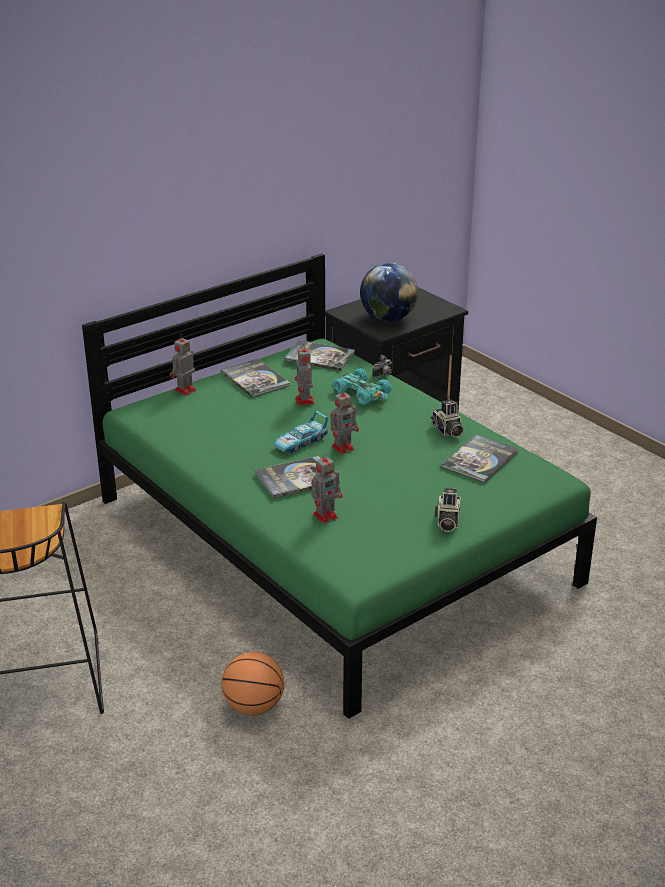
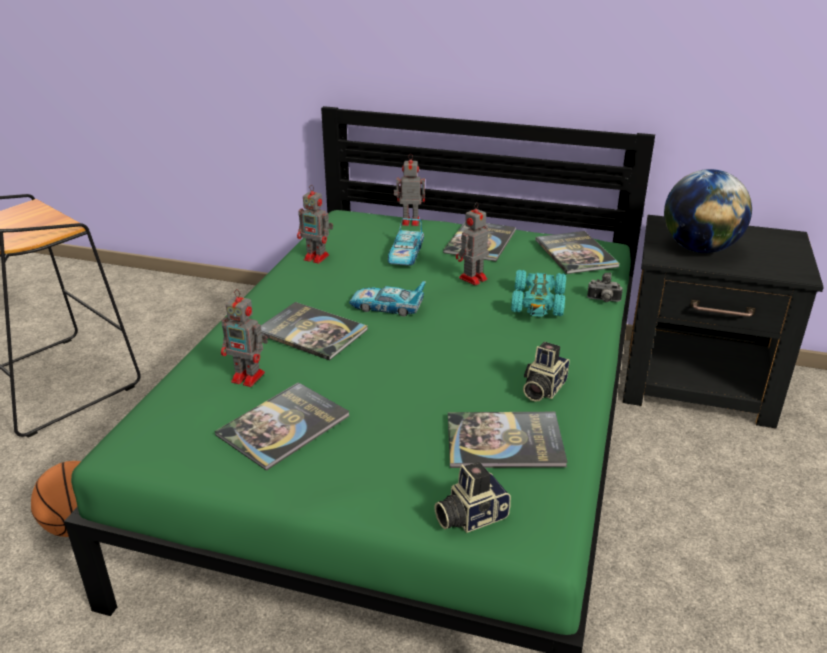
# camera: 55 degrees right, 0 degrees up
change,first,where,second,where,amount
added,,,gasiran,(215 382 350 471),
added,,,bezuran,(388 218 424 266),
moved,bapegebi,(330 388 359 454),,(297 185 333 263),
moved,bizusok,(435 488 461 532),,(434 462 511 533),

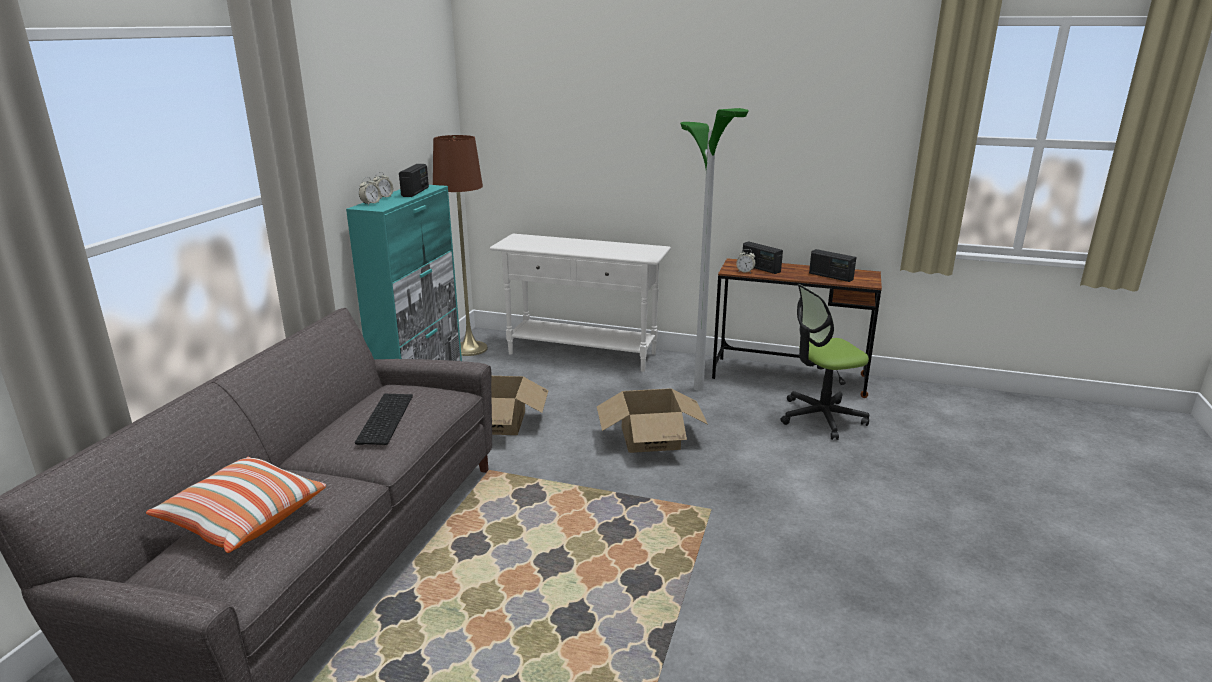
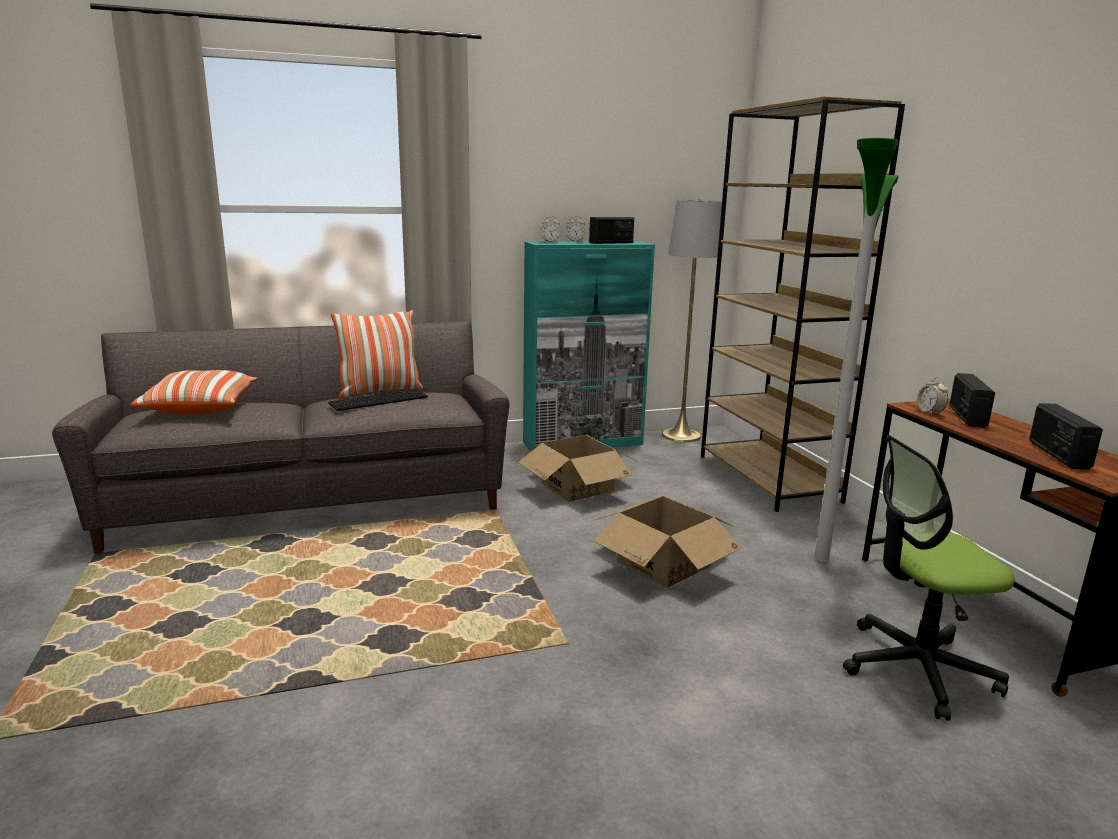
# camera: 55 degrees right, 5 degrees down
change,first,where,second,where,amount
added,,,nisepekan,(331 310 423 398),
replaced,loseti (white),(490 234 671 372),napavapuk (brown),(701 96 905 512),
recoloured,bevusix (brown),(433 135 488 356),bevusix (grey),(662 199 722 442),
turned,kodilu,(780 284 869 440),,(843 435 1015 721),45 degrees counterclockwise

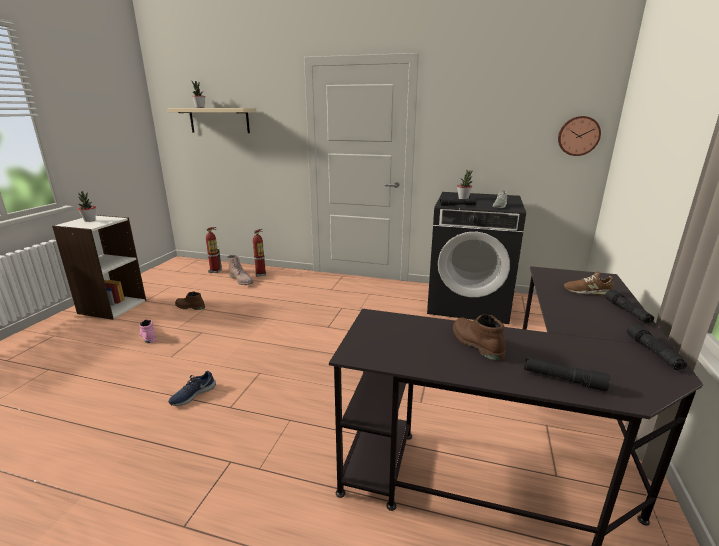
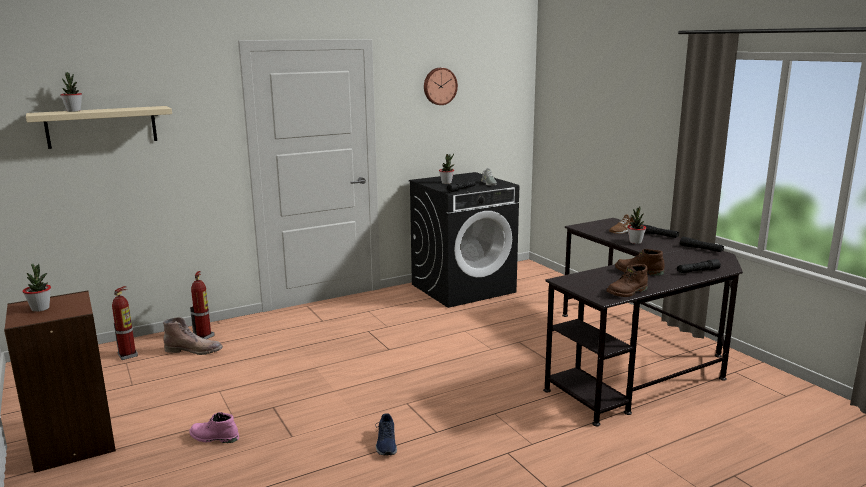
# camera: 45 degrees left, 5 degrees down
change,first,where,second,where,amount
added,,,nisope,(627 207 646 244),
moved,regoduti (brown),(175 292 205 310),,(606 264 648 297),
moved,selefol,(558 116 601 156),,(424 68 458 105),
recoloured,napavapuk (white),(52 215 146 320),napavapuk (brown),(4 291 116 473),

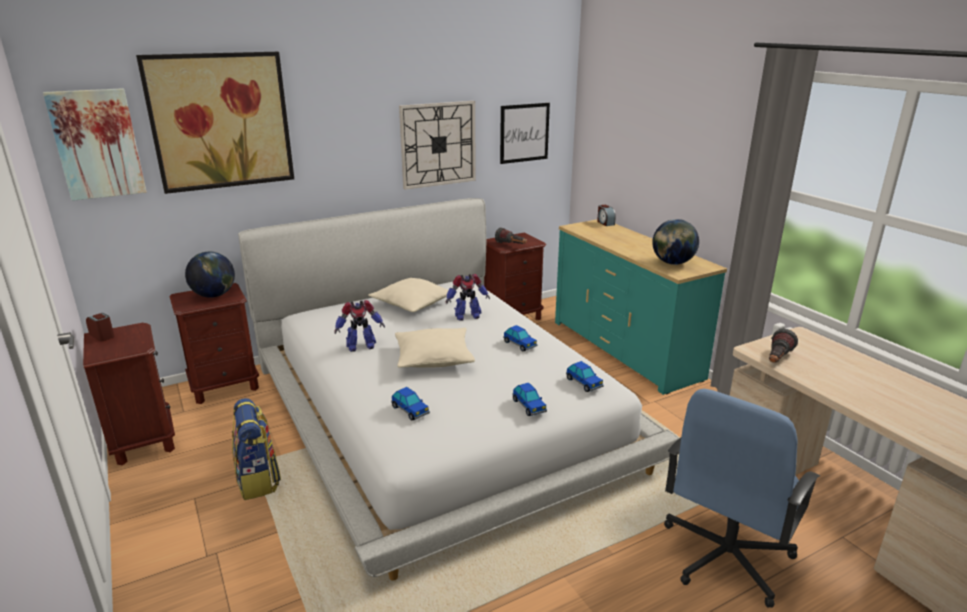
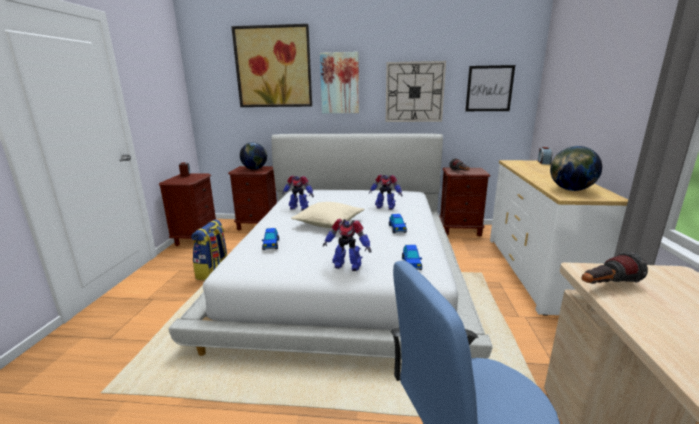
# camera: 35 degrees right, 5 degrees down
change,first,where,second,where,amount
removed,nisepekan (beige),(368 278 449 312),,,
moved,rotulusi,(43 88 146 201),,(320 52 359 114),
replaced,bezuran,(513 383 547 416),bapegebi,(323 219 371 271),
recoloured,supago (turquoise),(555 220 727 395),supago (white),(490 160 628 316),

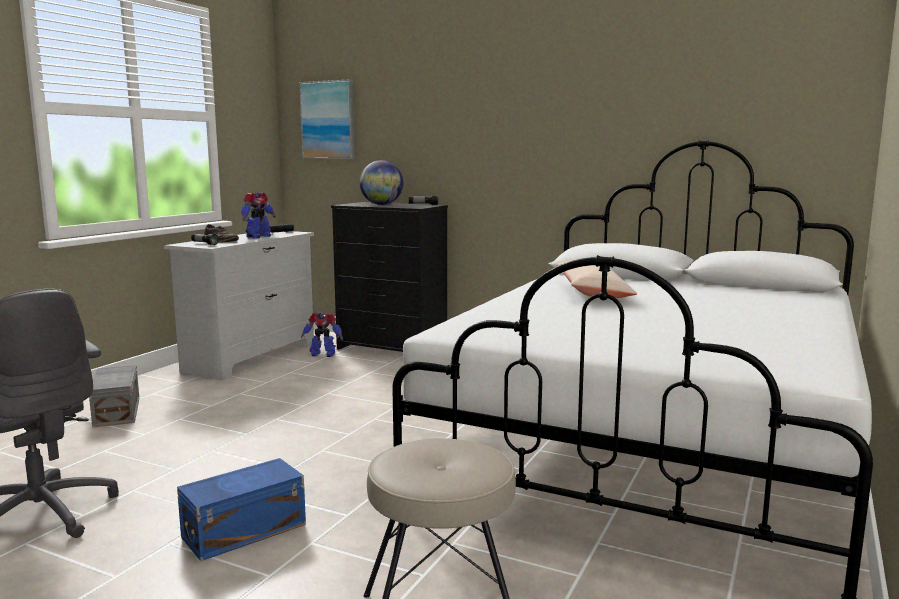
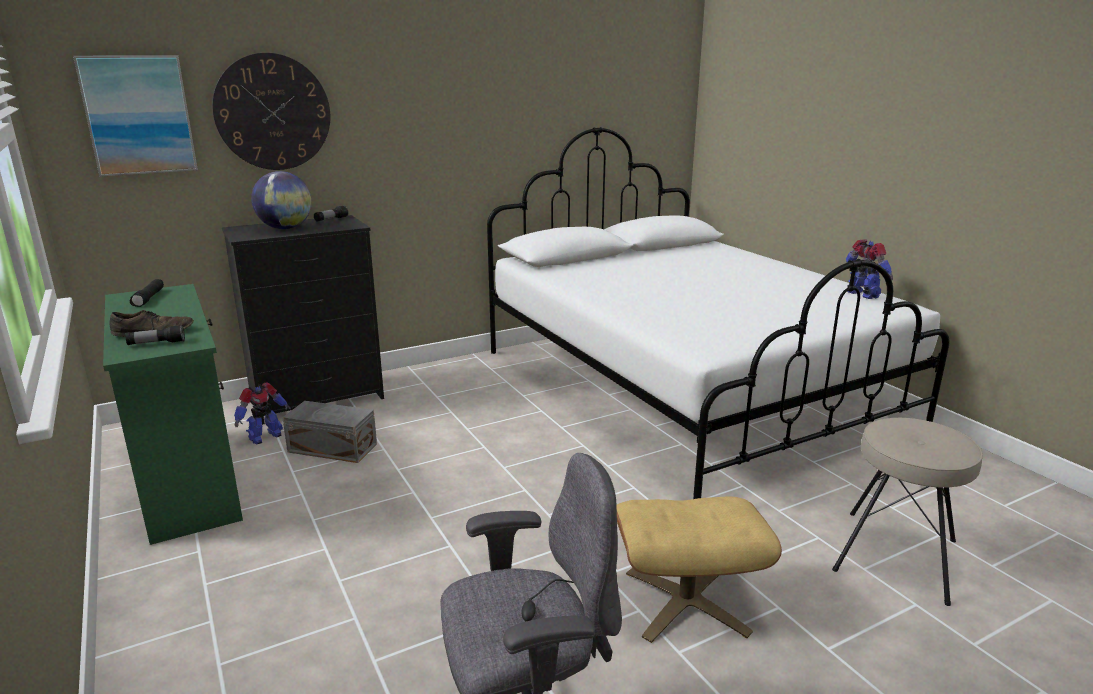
# camera: 55 degrees left, 10 degrees up
change,first,where,second,where,amount
removed,nisepekan (beige),(556 260 637 298),,,
added,,,selefol,(212 53 330 170),
moved,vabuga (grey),(89 365 139 428),,(282 401 377 463),
moved,bapegebi,(241 192 276 238),,(846 239 893 299),
replaced,vabuga (blue),(177 458 306 561),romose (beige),(616 496 782 643),
recoloured,supago (white),(164 231 314 380),supago (green),(103 284 243 545),

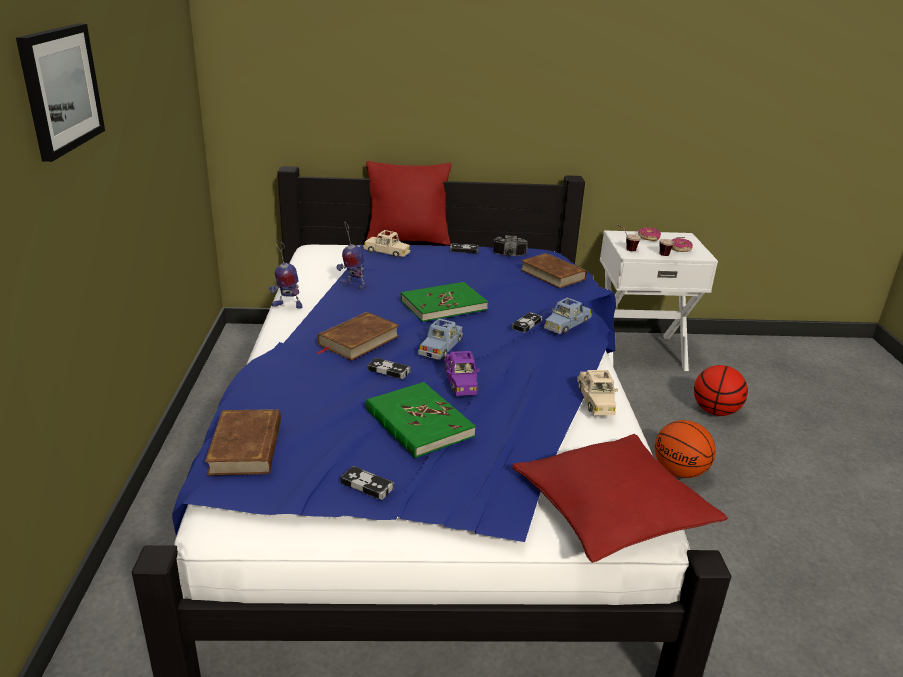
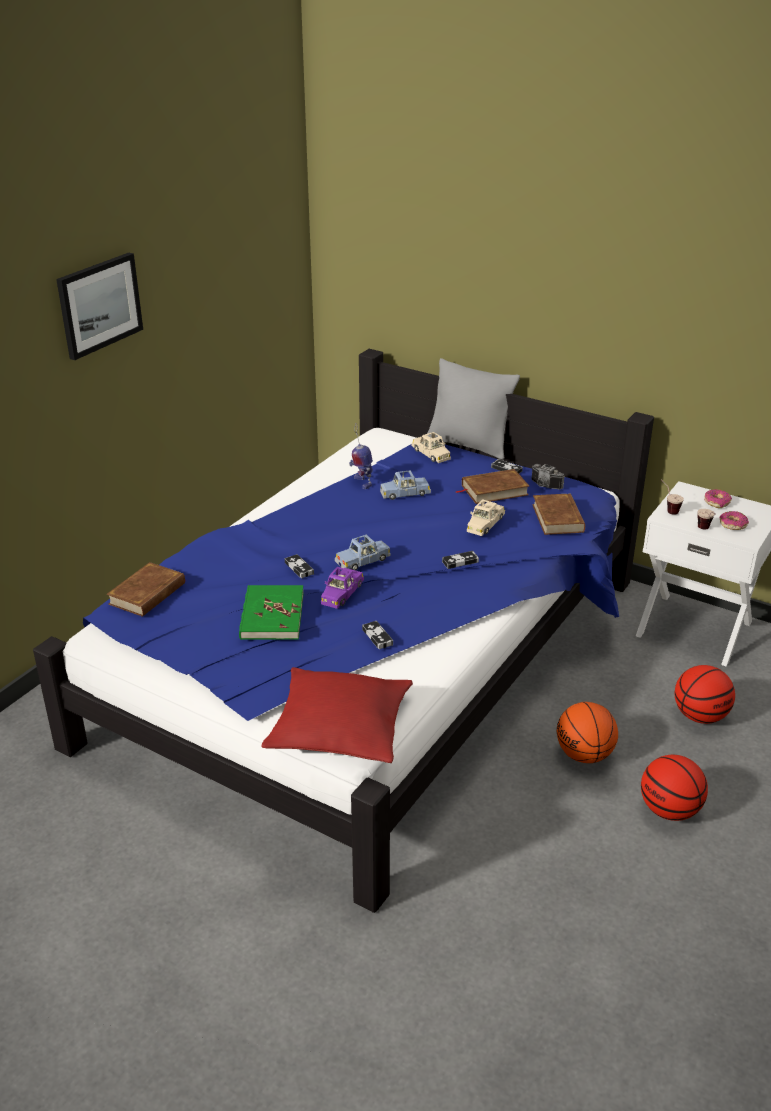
# camera: 35 degrees right, 5 degrees up
change,first,where,second,where,amount
removed,bapegebi,(269 240 302 309),,,
removed,gasiran (green),(401 282 488 322),,,
added,,,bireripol,(641 755 708 821),
moved,gasiran (brown),(317 312 400 361),,(455 469 529 504),
moved,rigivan,(341 466 394 500),,(362 621 393 649),
moved,bezuran (blue),(544 297 592 334),,(380 470 431 500),
moved,bezuran (beige),(577 370 618 415),,(467 499 505 536),
recoloured,nisepekan (red),(366 161 452 245),nisepekan (grey),(427 358 520 460),

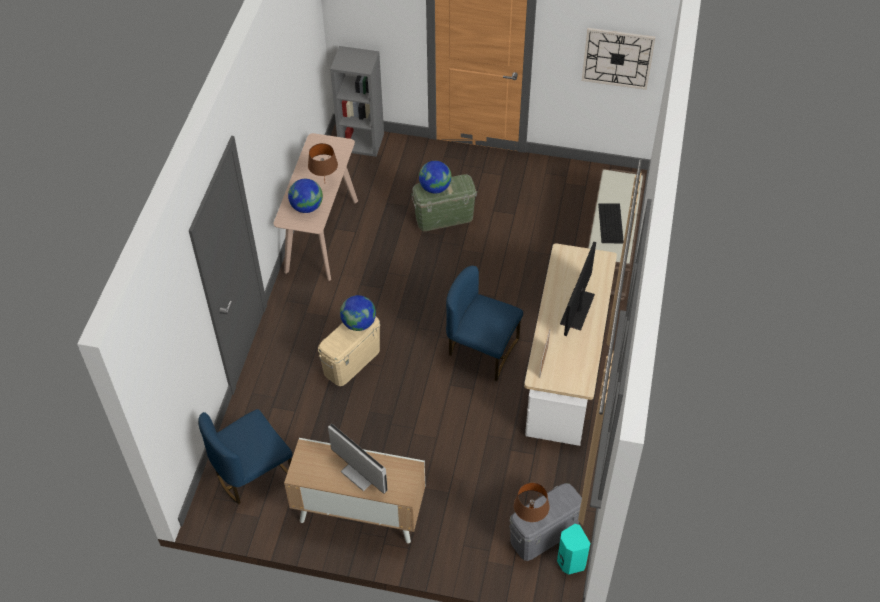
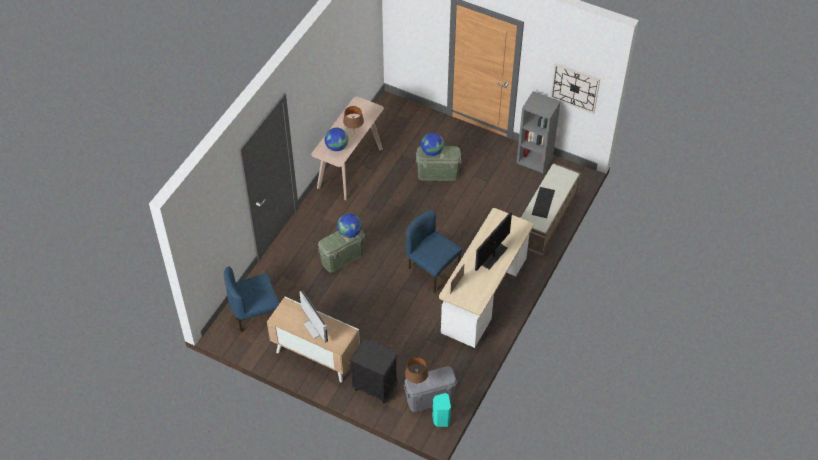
# camera: 15 degrees right, 0 degrees up
change,first,where,second,where,amount
added,,,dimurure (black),(350 339 398 403),
moved,napavapuk (grey),(330 46 384 157),,(517 91 561 173),
recoloured,vabuga (beige),(318 317 380 386),vabuga (green),(318 229 365 273),

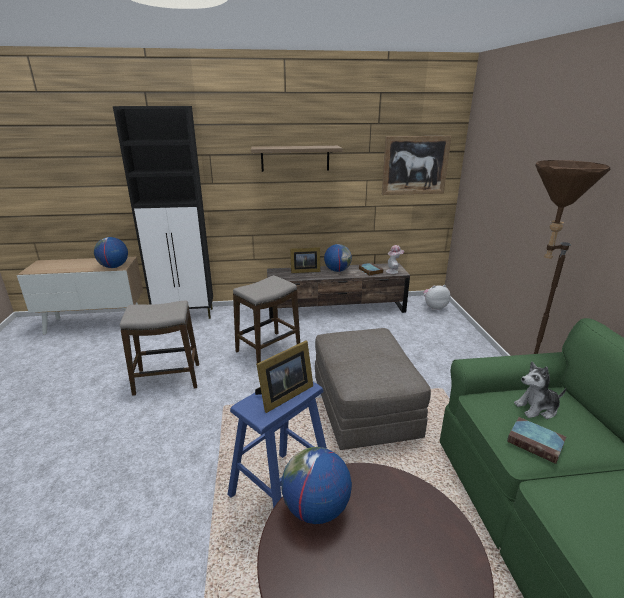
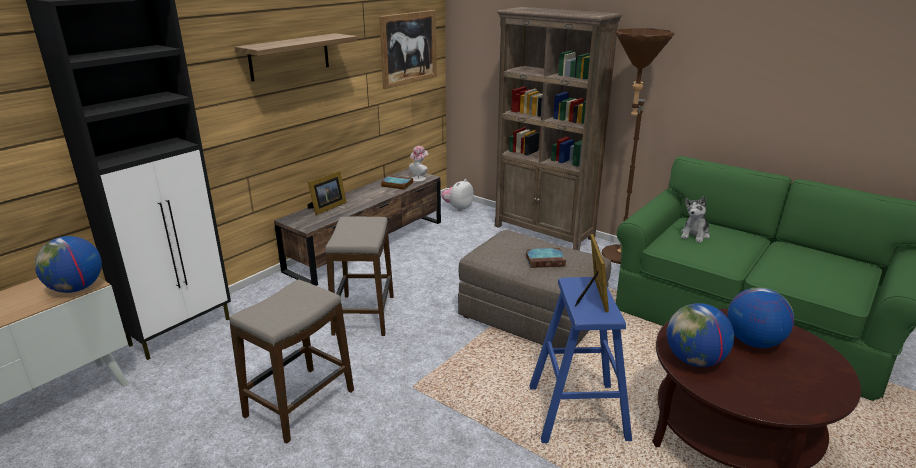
# camera: 45 degrees left, 0 degrees up
change,first,where,second,where,amount
added,,,napavapuk (brown),(495 7 622 251),
moved,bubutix,(324 244 352 272),,(727 287 794 348),
moved,gasiran,(507 417 566 464),,(526 248 566 268),

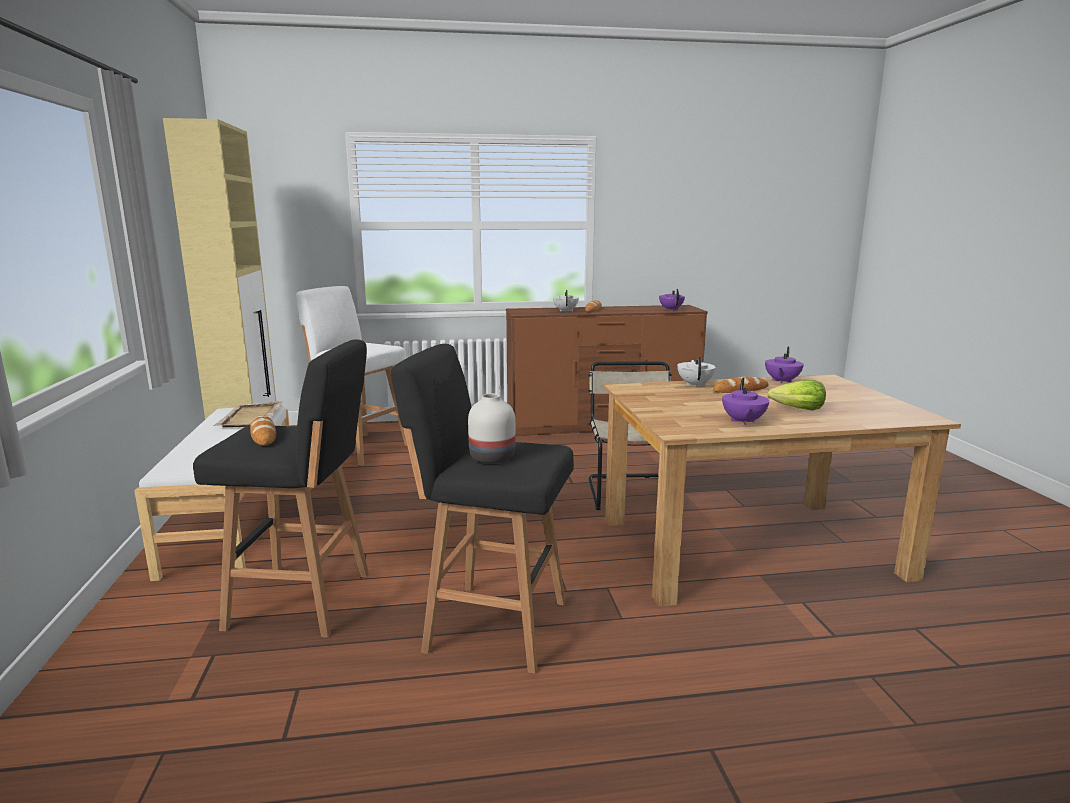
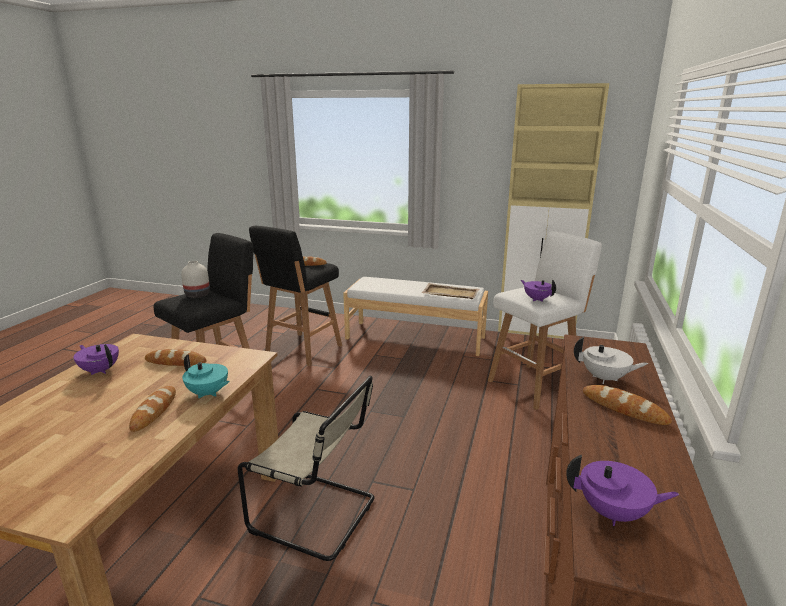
# camera: 115 degrees right, 5 degrees up
change,first,where,second,where,amount
removed,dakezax,(767 380 826 410),,,
added,,,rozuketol,(145 349 206 366),
moved,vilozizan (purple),(765 347 804 384),,(521 280 556 302),
recoloured,vilozizan (white),(677 357 715 387),vilozizan (turquoise),(182 354 230 398),

